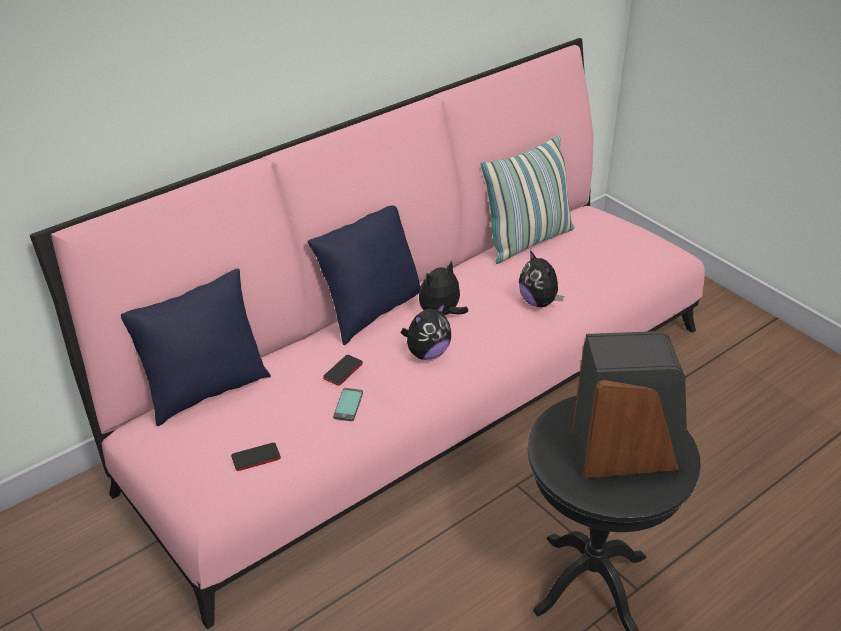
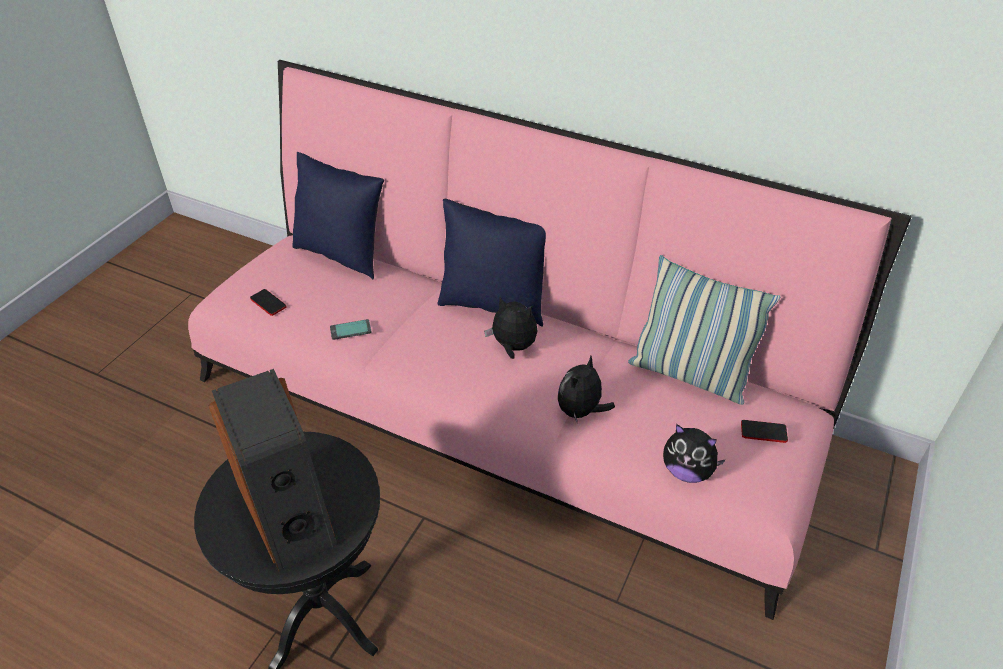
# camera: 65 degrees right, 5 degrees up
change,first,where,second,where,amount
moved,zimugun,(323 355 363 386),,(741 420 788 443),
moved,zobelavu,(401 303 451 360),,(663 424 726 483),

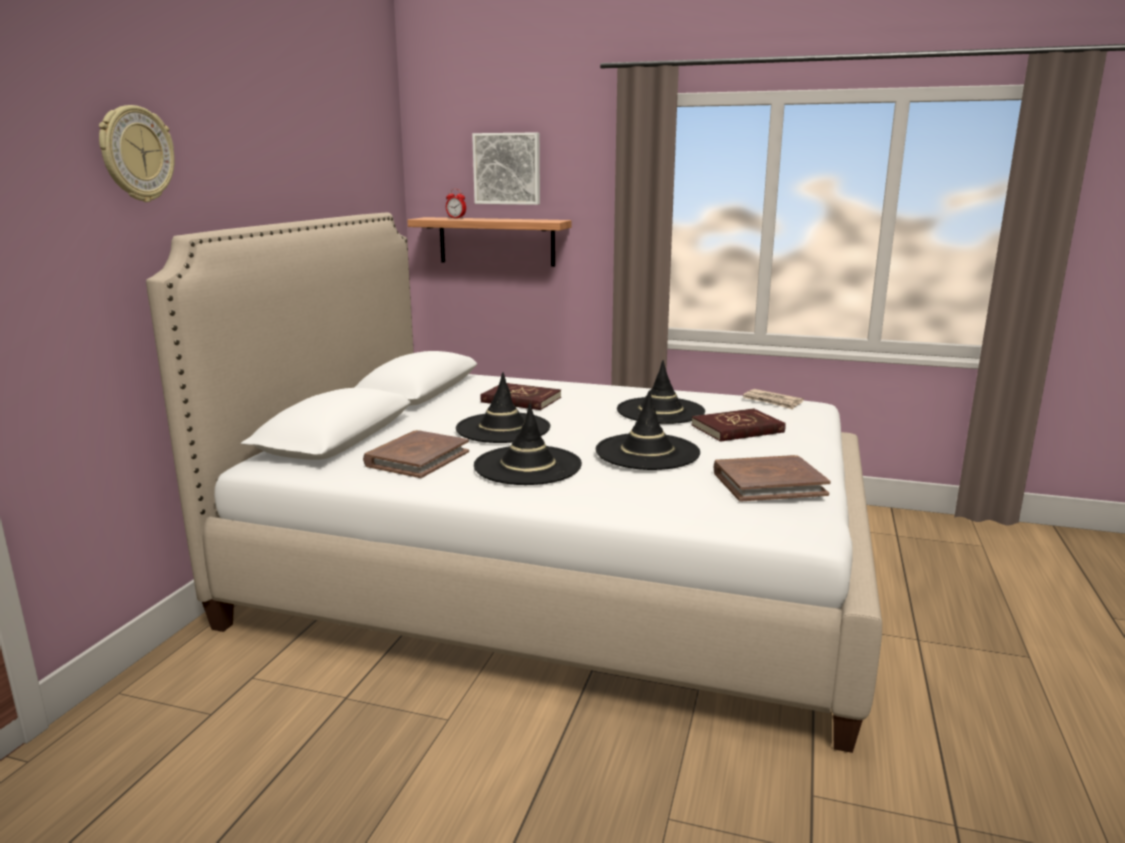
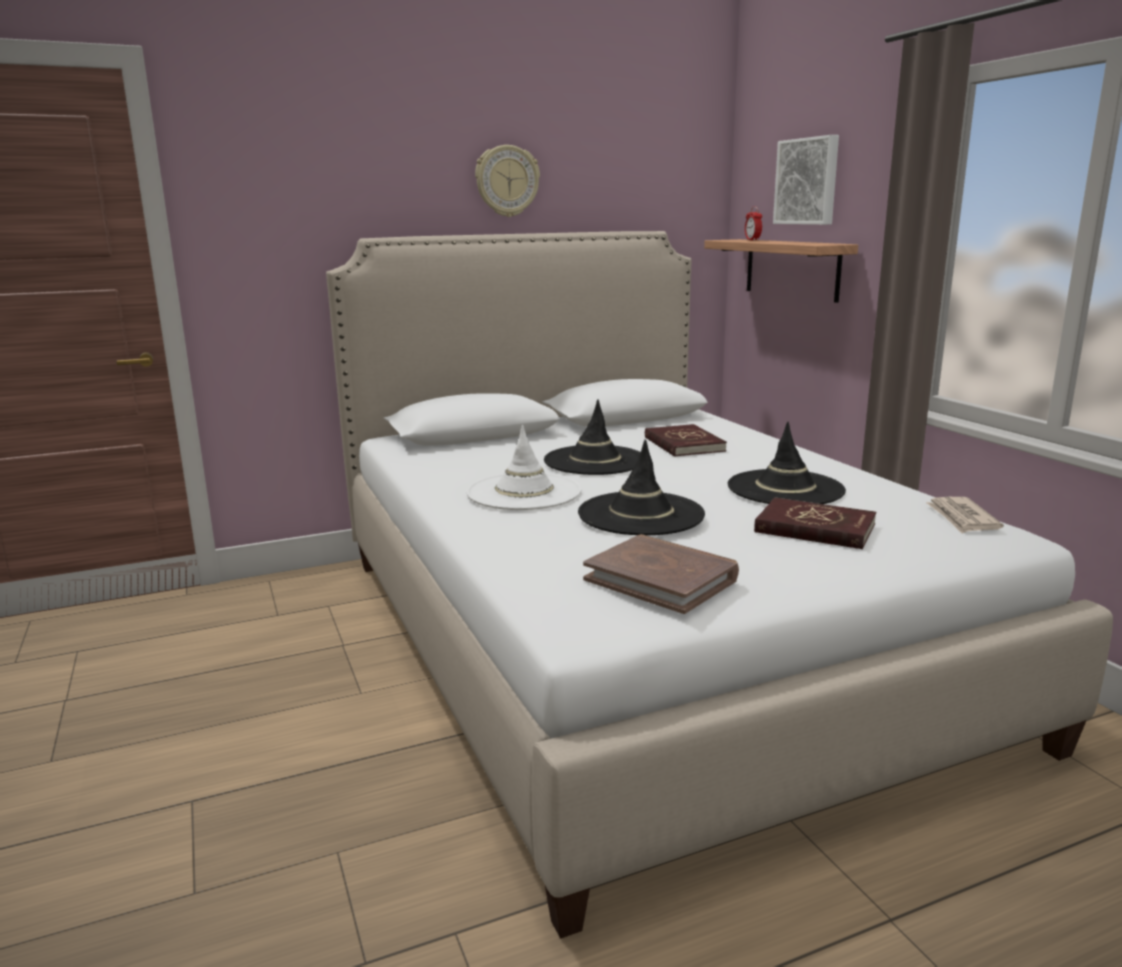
# camera: 50 degrees right, 0 degrees up
change,first,where,second,where,amount
removed,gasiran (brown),(363 430 469 478),,,
moved,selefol,(99 105 175 202),,(475 145 540 217),
recoloured,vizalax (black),(474 404 582 485),vizalax (white),(466 425 581 510),

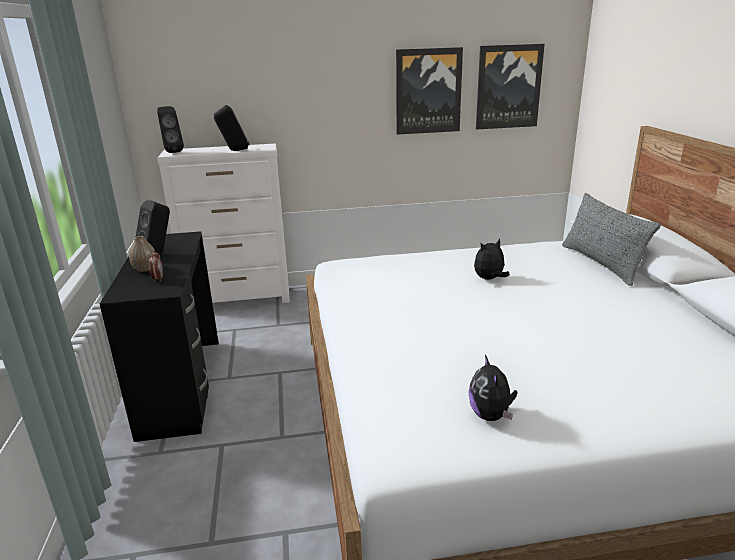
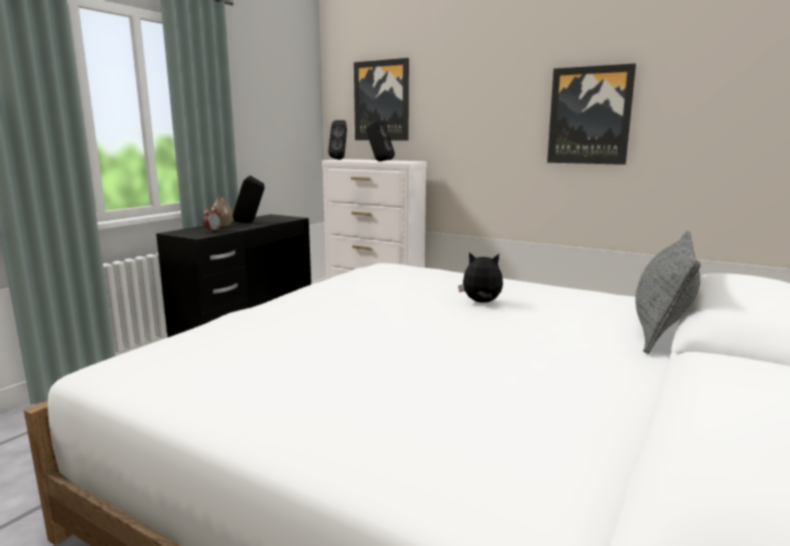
# camera: 40 degrees right, 10 degrees down
change,first,where,second,where,amount
removed,zobelavu,(468 355 518 421),,,
moved,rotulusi,(476 44 545 130),,(354 58 409 141),

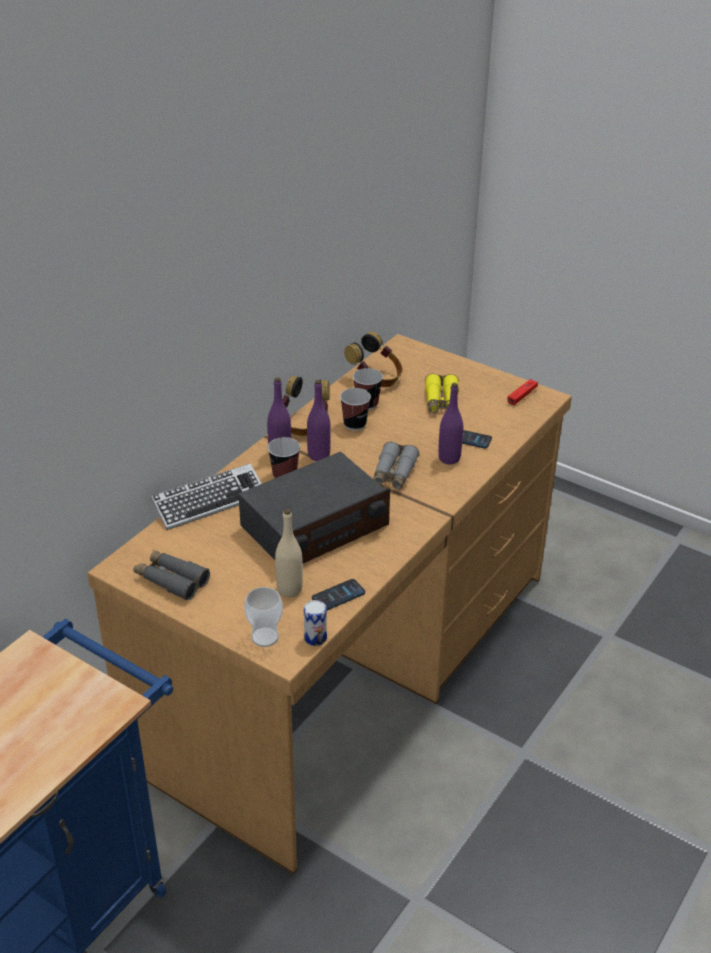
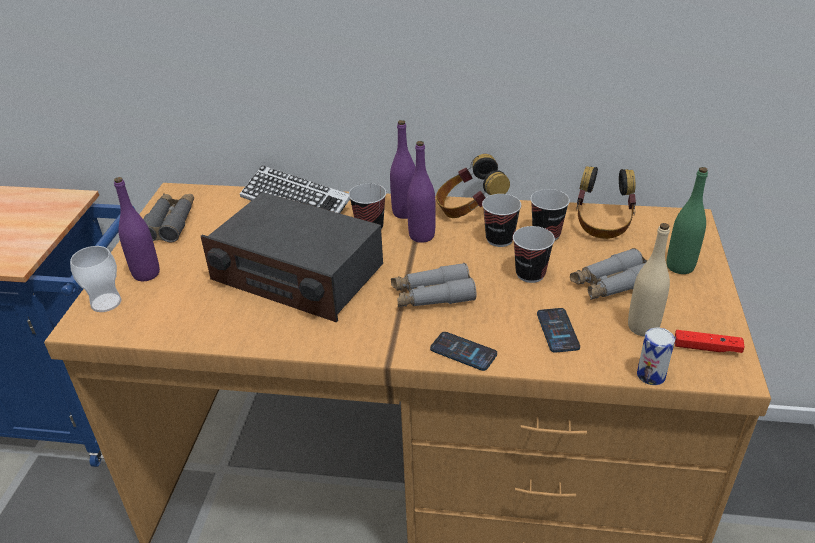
# camera: 65 degrees right, 0 degrees up
change,first,where,second,where,amount
added,,,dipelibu,(513 226 555 283),
added,,,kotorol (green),(666 167 708 274),
moved,kotorol (beige),(275 509 303 597),,(628 223 670 337),
moved,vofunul,(304 600 327 646),,(637 327 675 385),
moved,zimugun,(312 579 365 610),,(430 332 497 371),
moved,kotorol (purple),(438 383 463 464),,(114 177 160 281),
recoloured,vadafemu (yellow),(425 374 459 414),vadafemu (grey),(570 248 648 300),

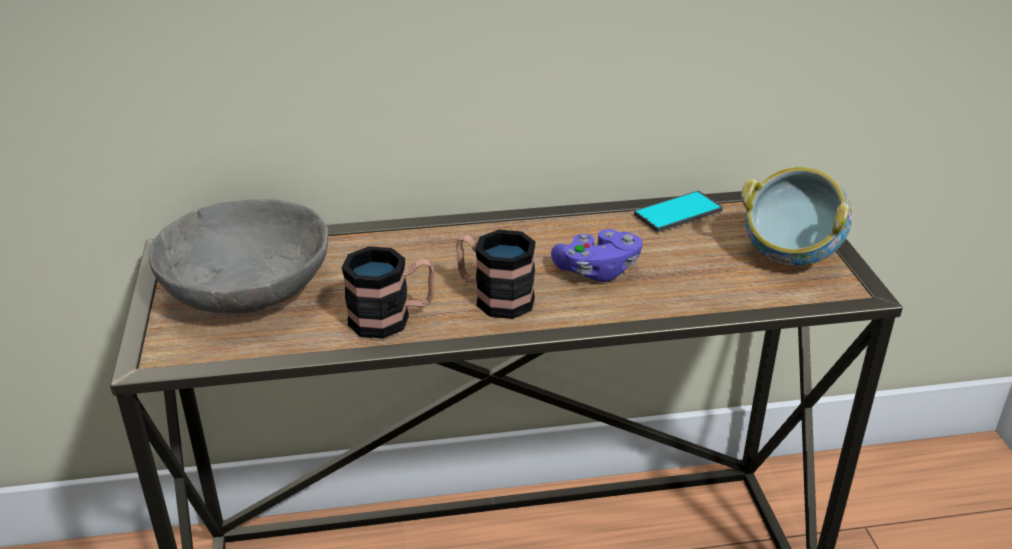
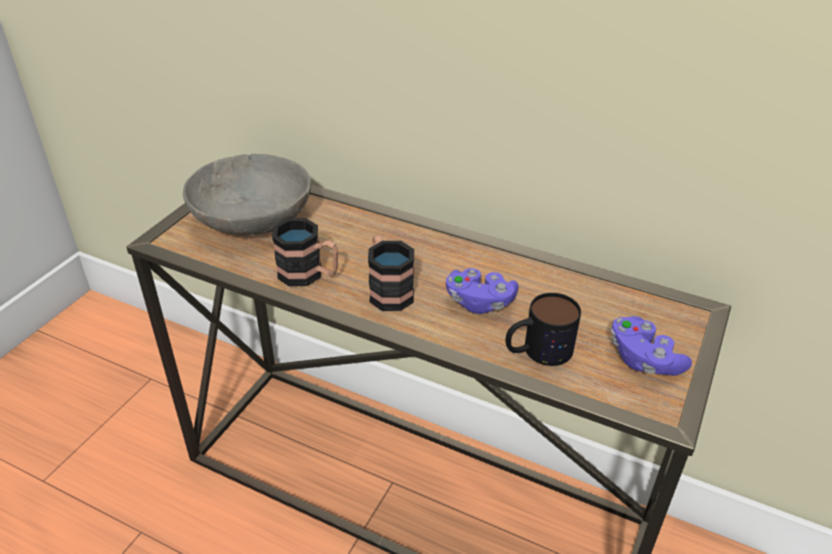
# camera: 35 degrees right, 5 degrees up
change,first,where,second,where,amount
removed,zimugun,(634 191 723 232),,,
added,,,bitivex,(505 293 581 366),
replaced,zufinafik,(741 167 852 266),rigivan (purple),(611 316 692 376),

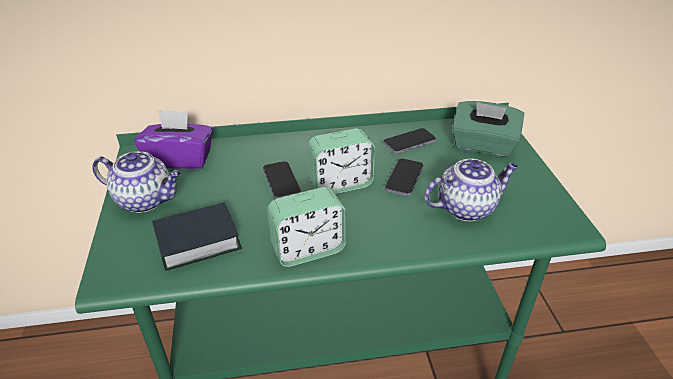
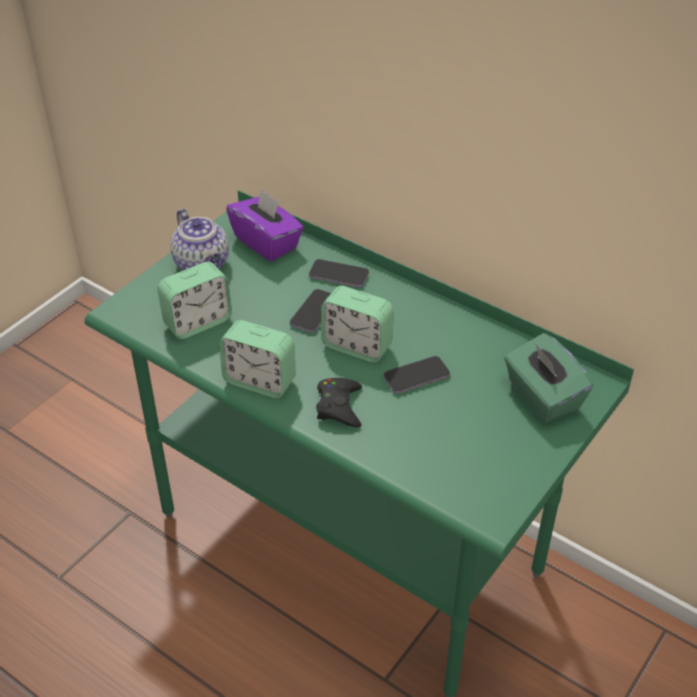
# camera: 45 degrees right, 5 degrees up
change,first,where,second,where,amount
removed,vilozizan,(424 159 518 221),,,
added,,,rigivan (black),(316 378 362 427),
moved,zimugun,(384 128 436 153),,(309 259 369 287),
replaced,gasiran,(152 202 242 271),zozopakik,(157 262 232 339),

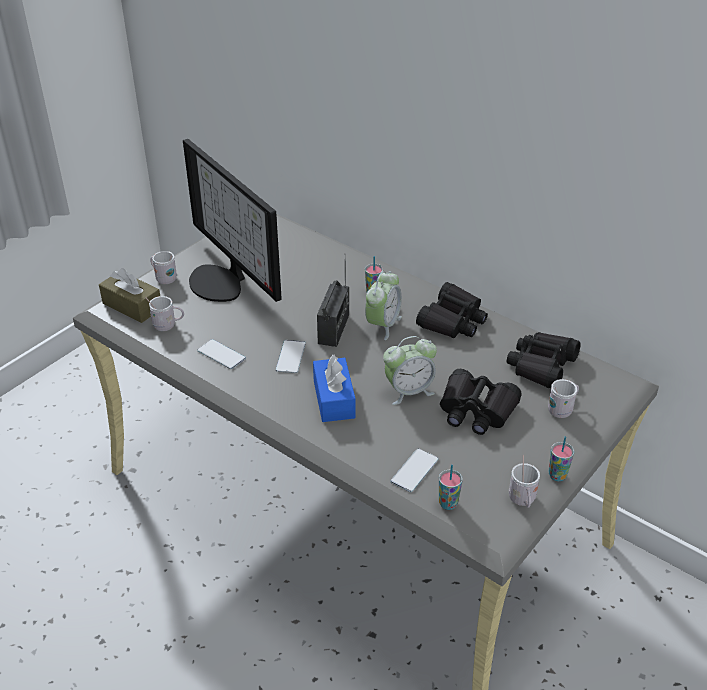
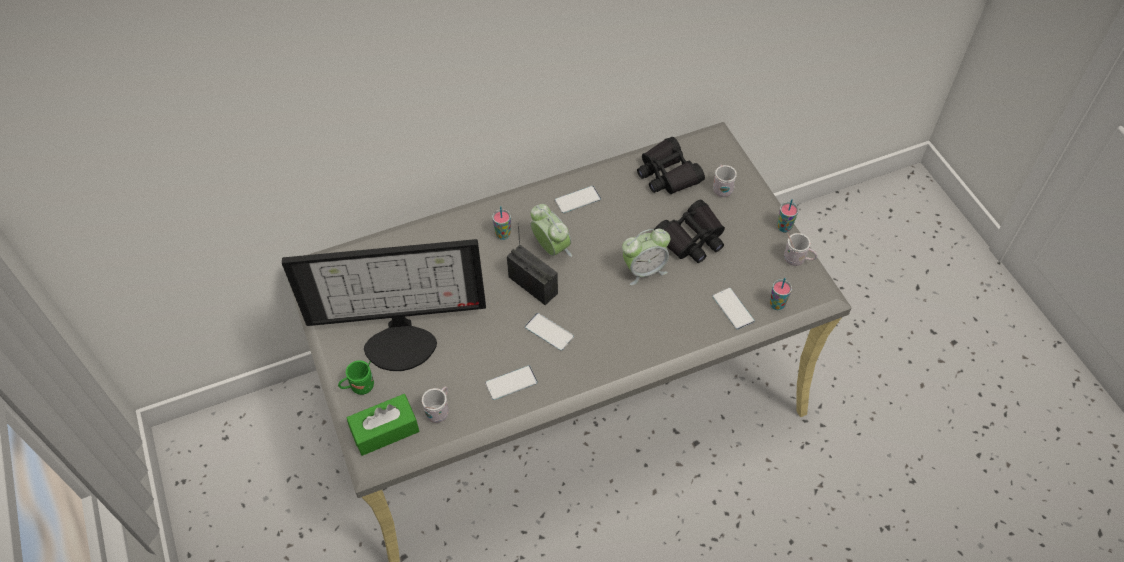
# camera: 60 degrees left, 15 degrees up
change,first,where,second,where,amount
removed,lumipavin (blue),(313 355 356 422),,,
replaced,vadafemu (black),(416 282 488 338),zimugun,(555 186 601 213),
recoloured,lumipavin (brown),(99 268 160 323),lumipavin (green),(347 394 419 456),
recoloured,bitivex (white),(150 251 177 284),bitivex (green),(338 360 374 395),
turned,zozopakik,(383 336 437 405),,(622 229 670 285),60 degrees clockwise

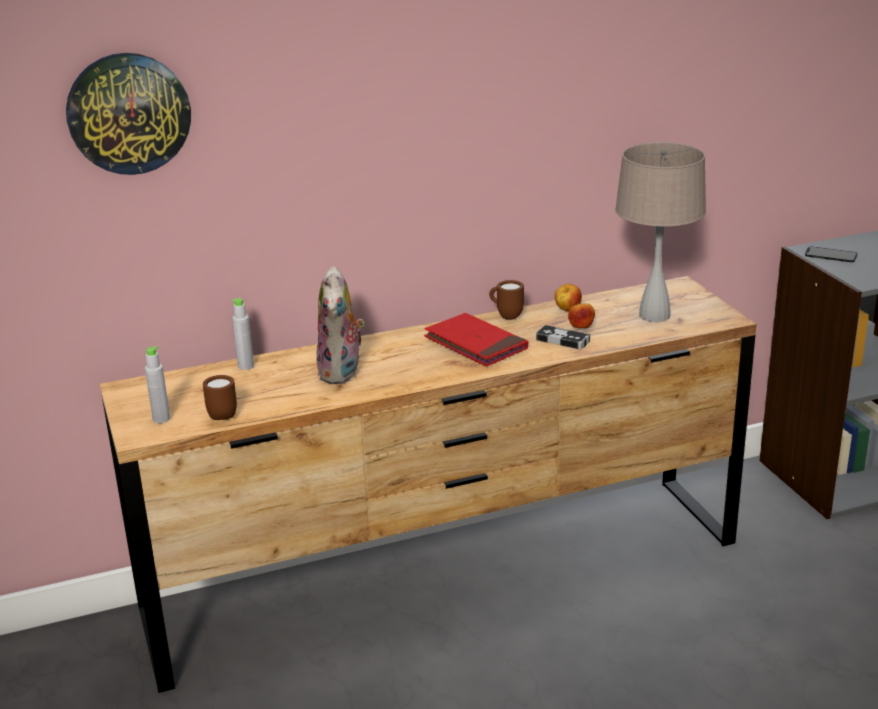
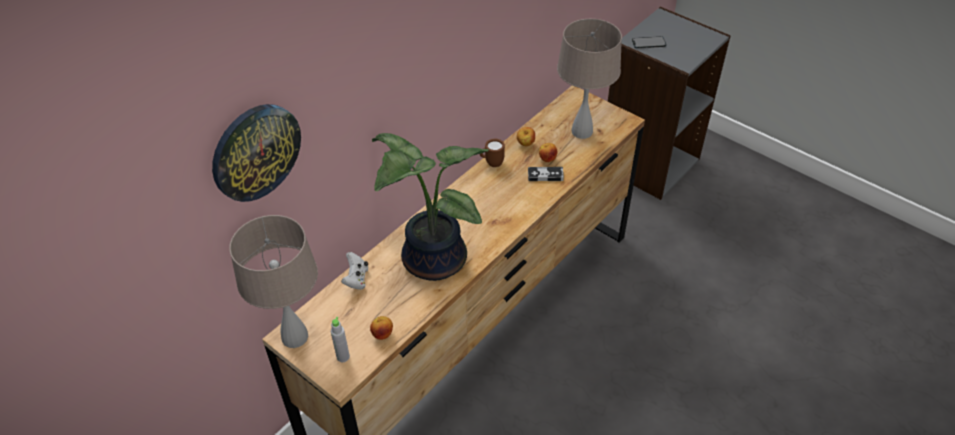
# camera: 30 degrees left, 20 degrees up
change,first,where,second,where,amount
removed,gasiran (red),(424 313 528 367),,,
added,,,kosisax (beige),(229 215 318 348),
replaced,bitivex (brown),(203 375 237 420),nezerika,(370 316 393 340),
replaced,kotorol (grey),(232 298 254 370),rigivan (white),(341 252 368 290),
replaced,zobelavu,(316 266 365 384),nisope,(372 133 489 281),

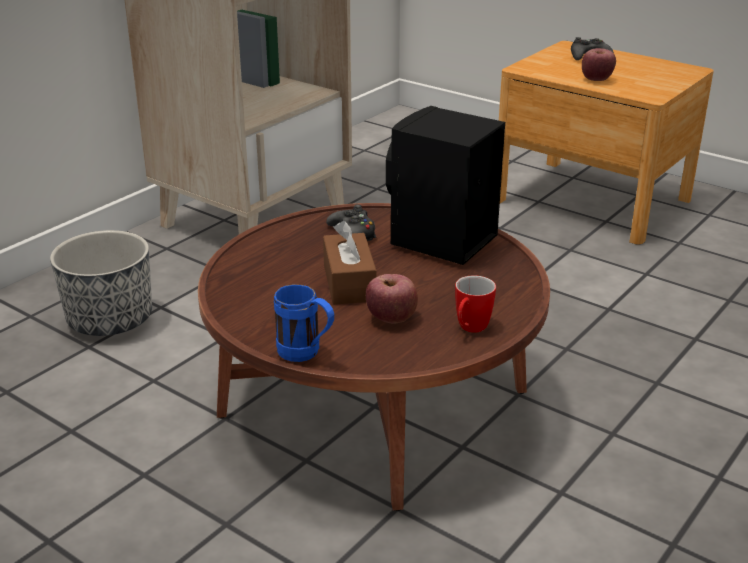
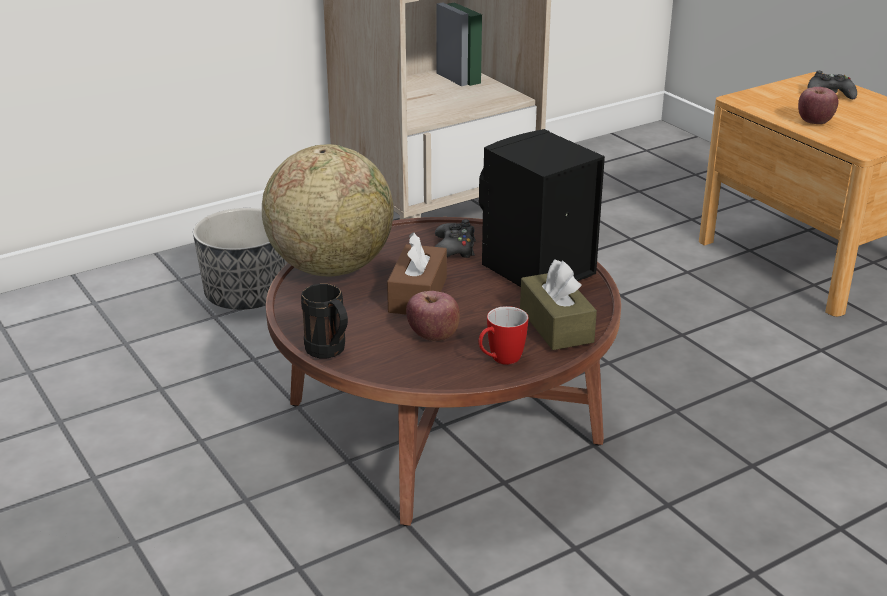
# camera: 20 degrees right, 0 degrees up
change,first,where,second,where,amount
added,,,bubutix,(262 144 394 276),
added,,,lumipavin (brown),(520 259 597 350),
recoloured,bitivex (blue),(274 284 334 362),bitivex (black),(301 284 348 358),

